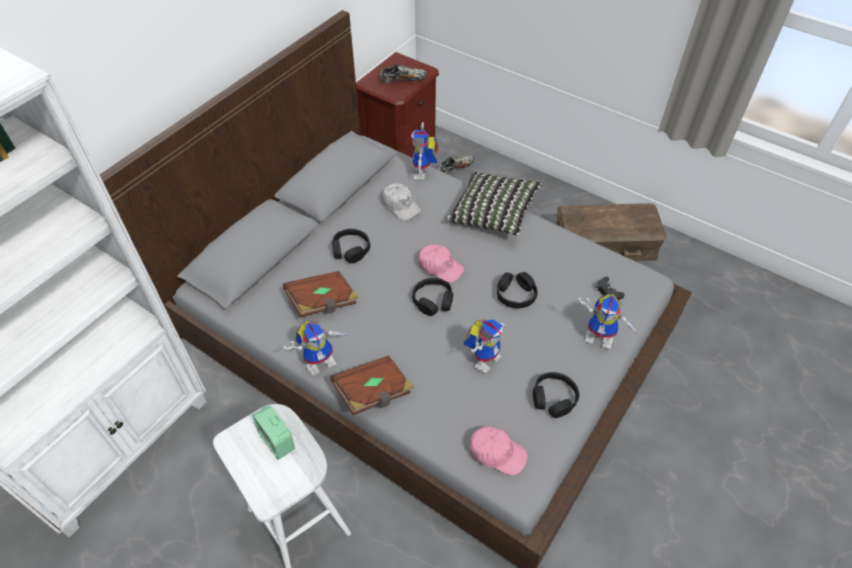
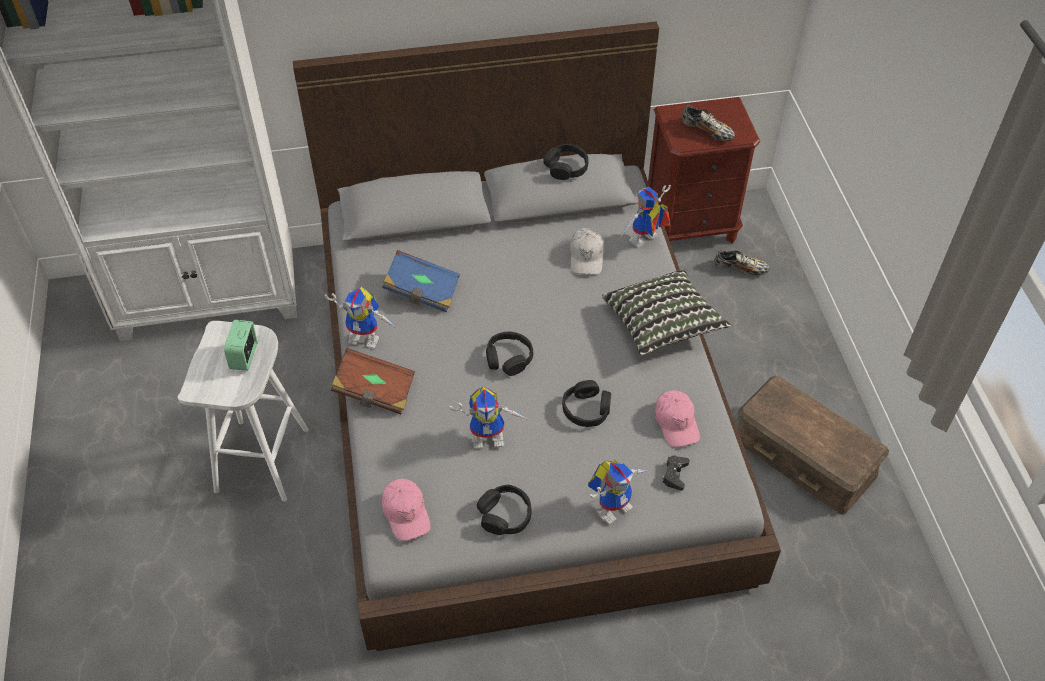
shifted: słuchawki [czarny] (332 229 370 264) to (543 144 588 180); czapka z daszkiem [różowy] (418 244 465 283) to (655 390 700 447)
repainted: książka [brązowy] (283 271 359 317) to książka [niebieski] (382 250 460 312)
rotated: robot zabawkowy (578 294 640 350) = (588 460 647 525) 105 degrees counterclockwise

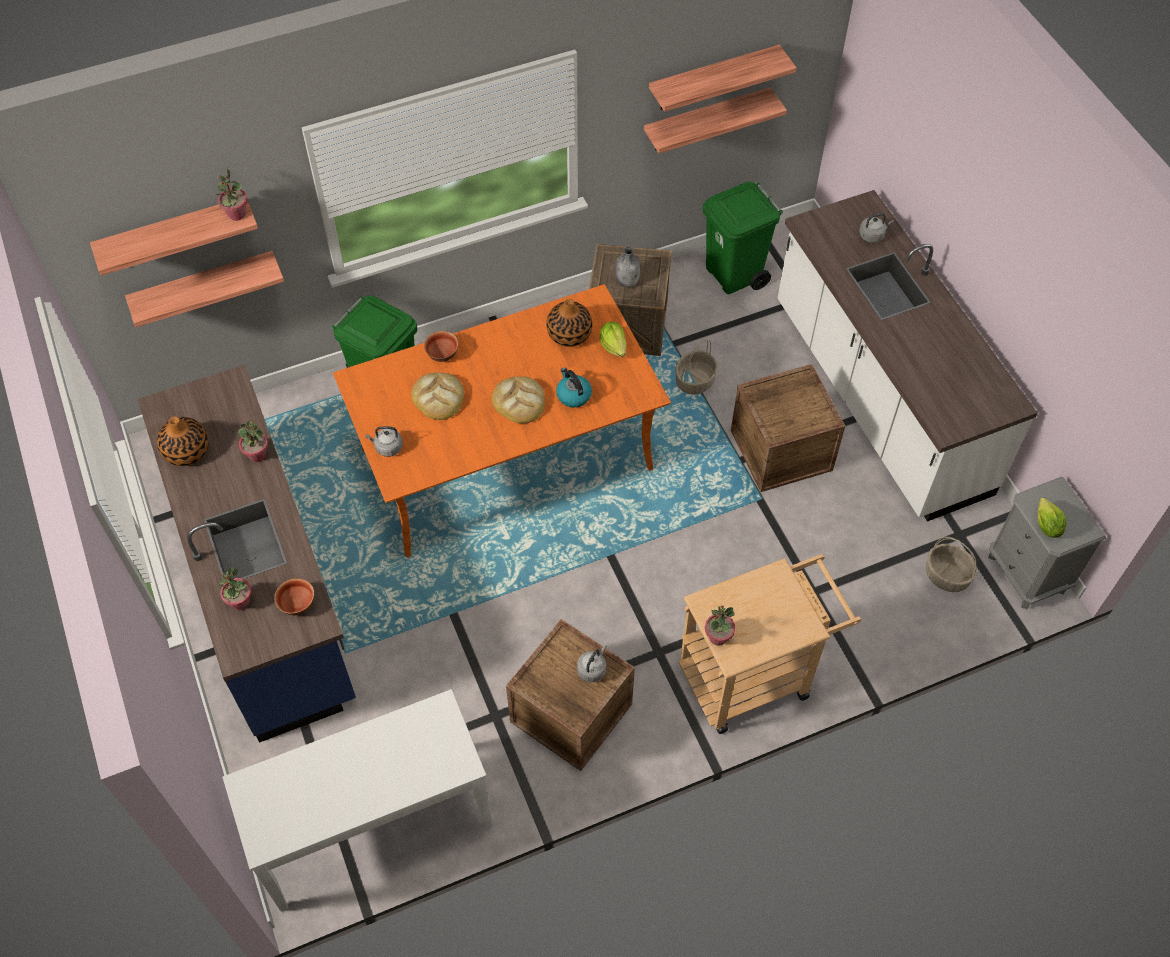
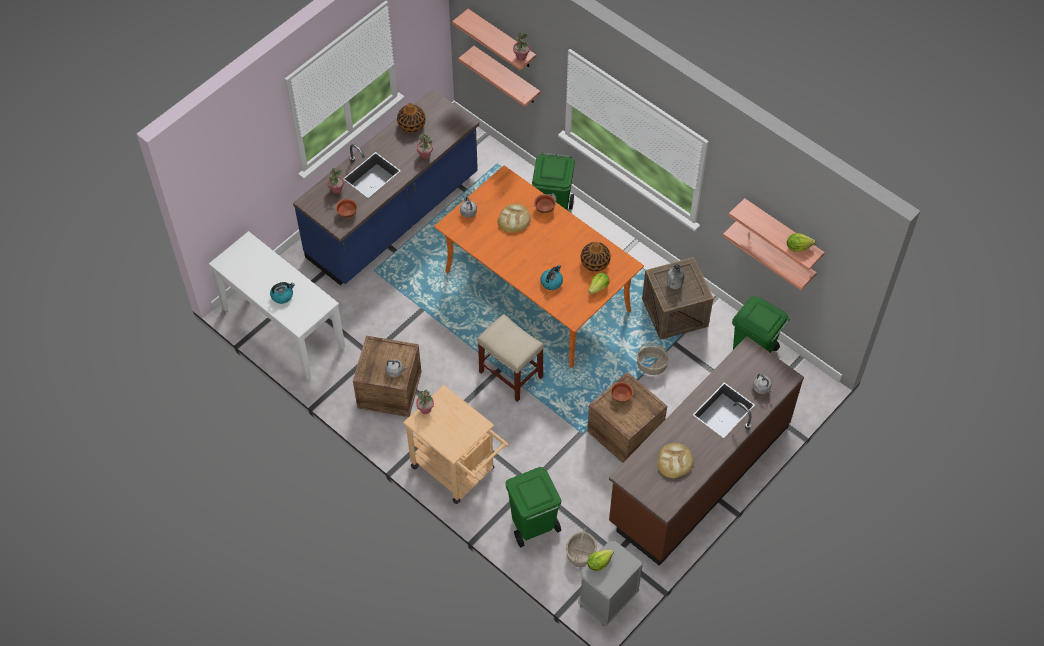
new: czajnik (270 282 295 304); stołek [beżowy] (477 314 544 402); kosz na śmieci [zielony] (506 467 561 547); miska (610 382 634 403); sałata (787 233 816 252)
shifted: chleb (492 376 545 423) to (657 443 694 478)
repainted: zabudowa kuchenna [biały] (778 190 1037 522) to zabudowa kuchenna [brązowy] (609 336 804 566)

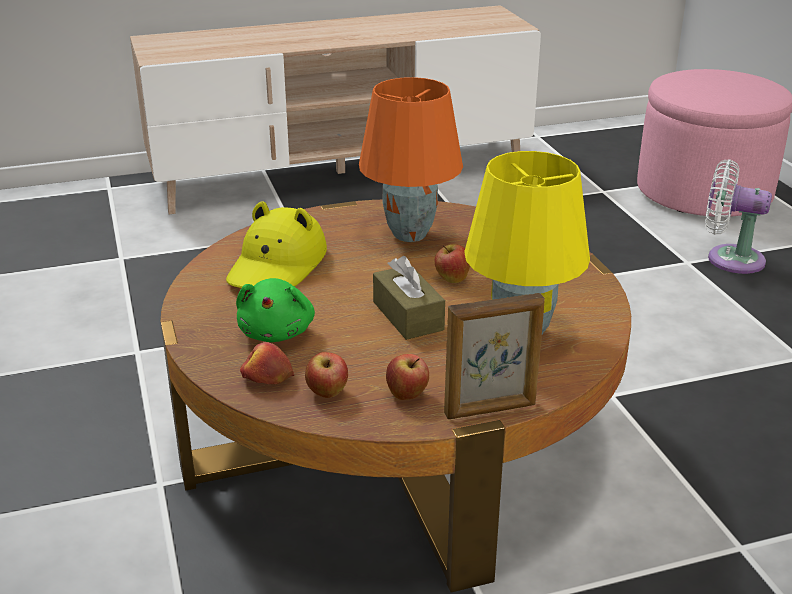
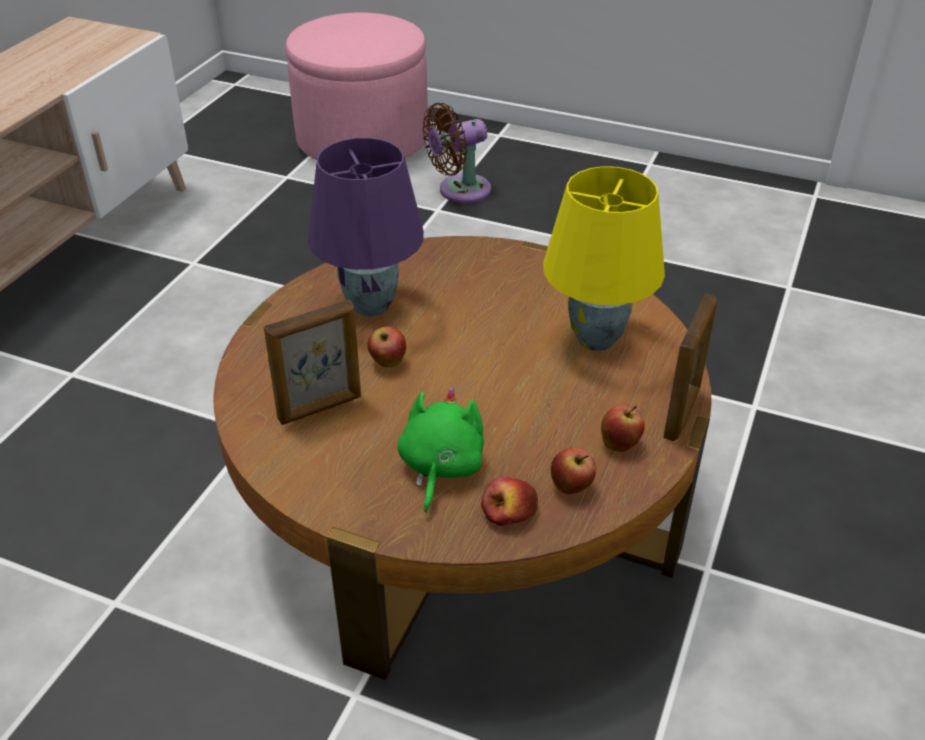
gone: pudełko chusteczek [brązowy] (373 256 445 340)
shifted: jabłko (435 244 470 283) to (368 326 406 367)
swapped: kapelusz [żółty] (226 201 327 288) to ramka na zdjęcie (264 300 361 425)
repainted: lampa stołowa [pomarańczowy] (359 77 463 242) to lampa stołowa [fioletowy] (308 138 424 317); wentylator [biały] (705 159 772 274) to wentylator [brązowy] (422 103 491 203)
rotated: pluszak [zielony] (236 278 315 342) = (398 388 484 513) 120 degrees counterclockwise

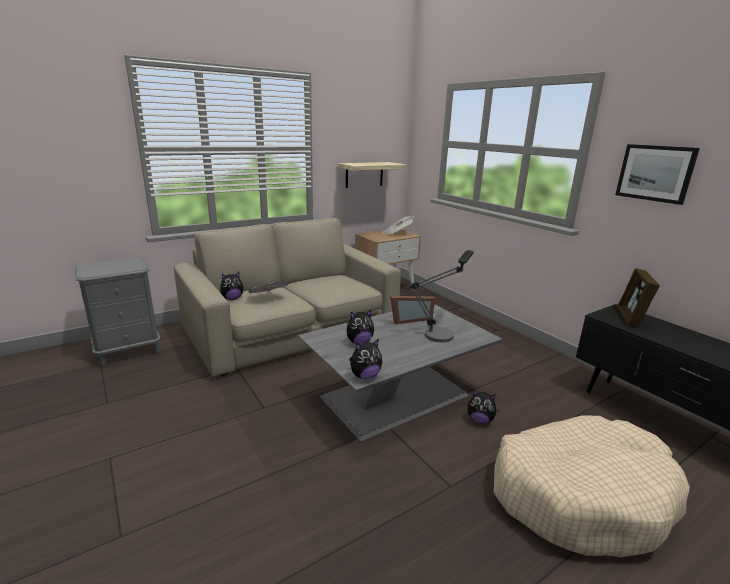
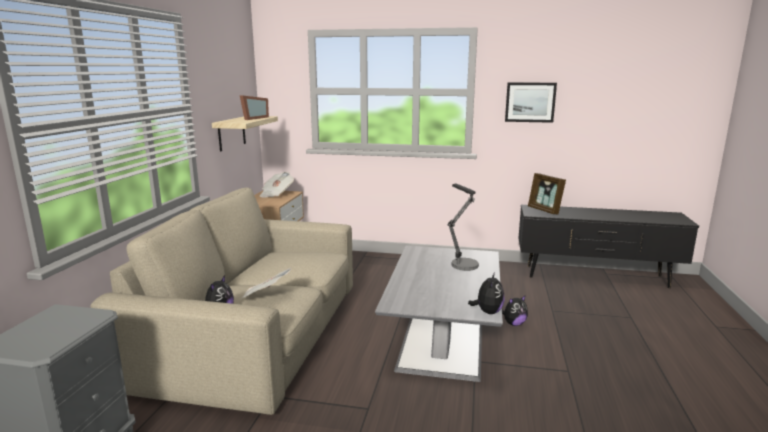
gone: pluszak (346 310 374 344); legowisko [beżowy] (494 415 690 557)
shifted: ramka na zdjęcie (390 296 435 324) to (240 95 269 120)

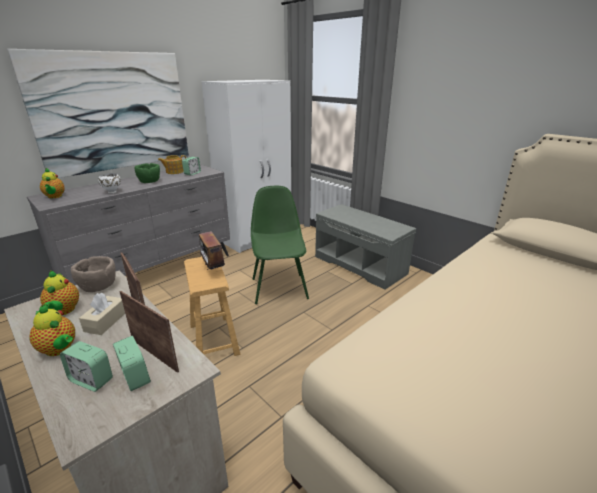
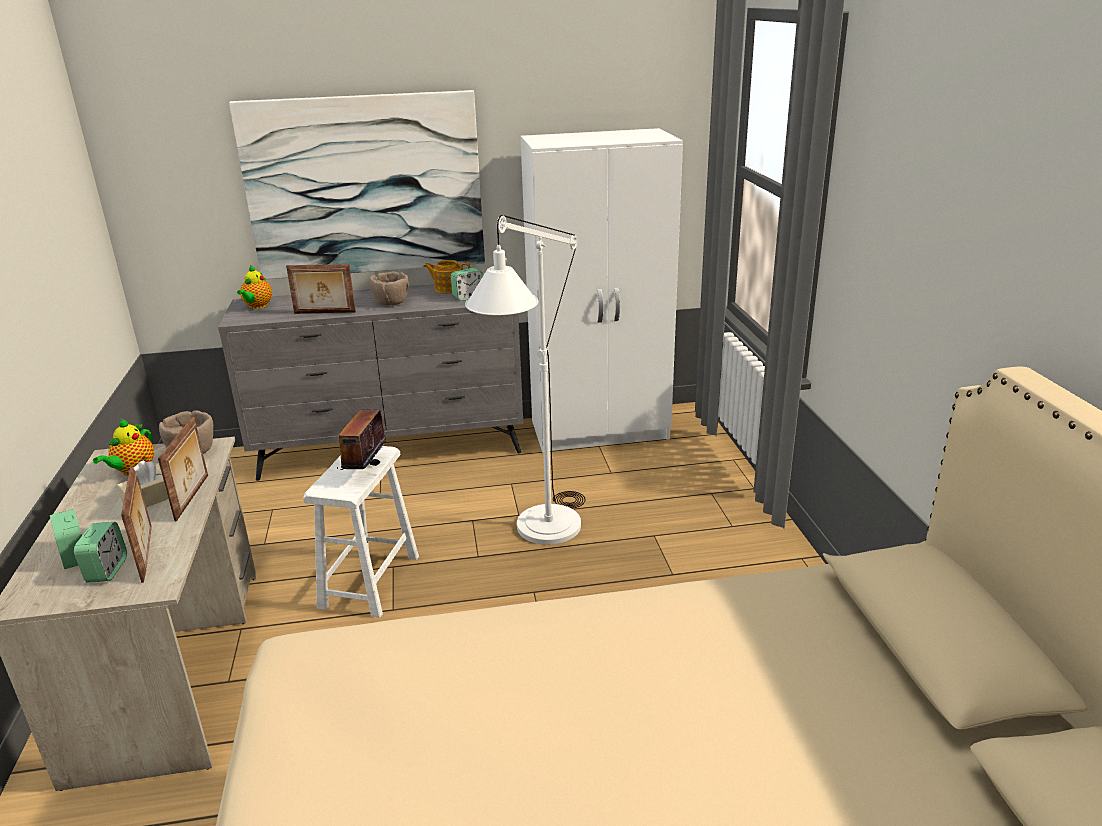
gone: imbryk (29 305 75 356); ławka [szary] (315 204 416 290)
swapped: miska [biały] (98 173 121 194) to ramka na zdjęcie (286 264 356 314); krzesło [zielony] (251 186 309 304) to lampa stojąca [biały] (465 215 586 545)
repainted: miska [zielony] (135 163 160 183) to miska [brązowy] (370 272 409 305); stołek [brązowy] (184 257 240 356) to stołek [biały] (303 446 419 618)

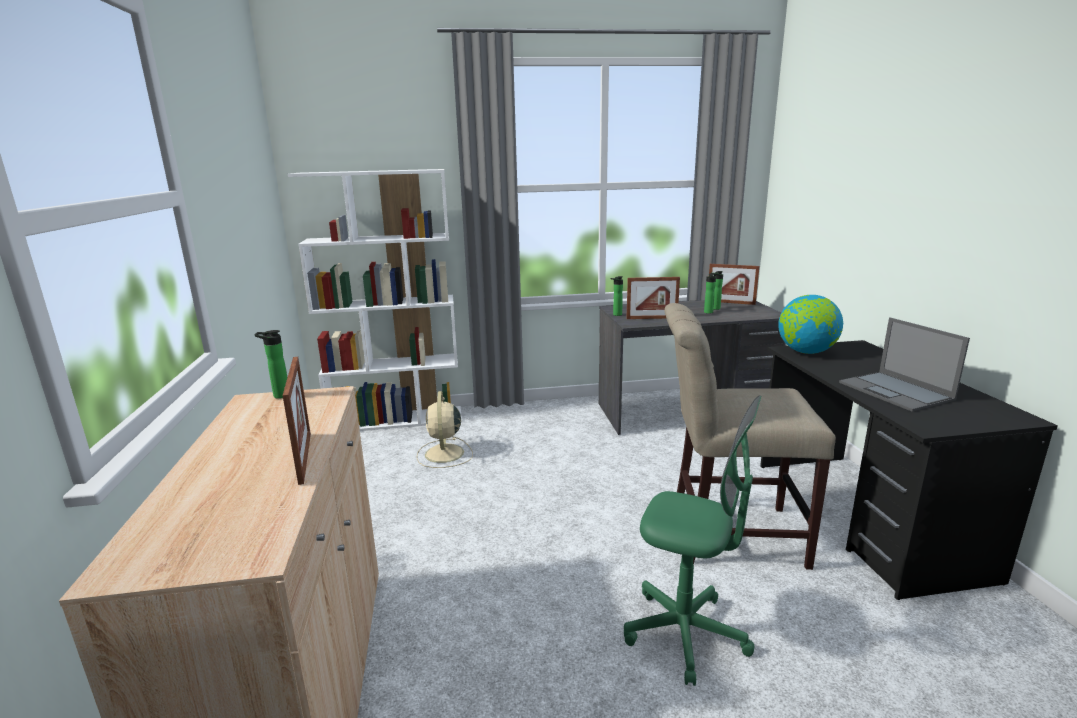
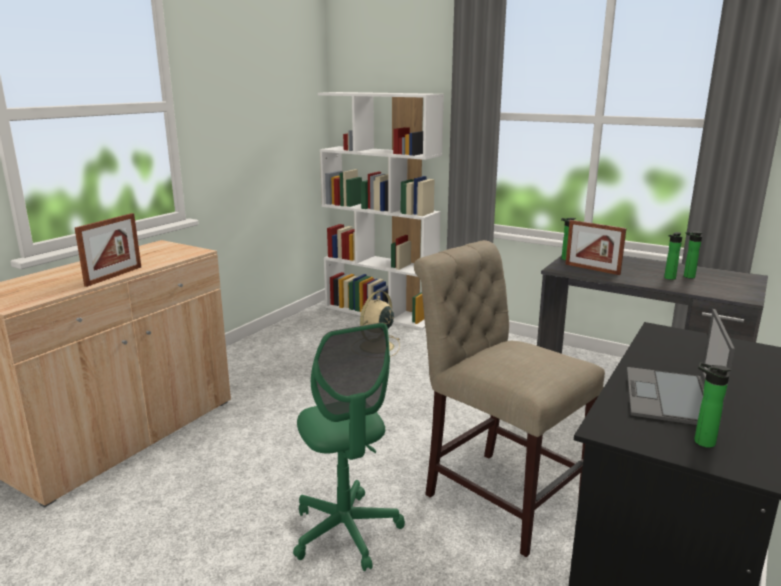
gone: ramka na zdjęcie (709 264 760 305); globus (778 295 843 354)
shifted: butelka (255 330 288 399) to (694 362 731 448)

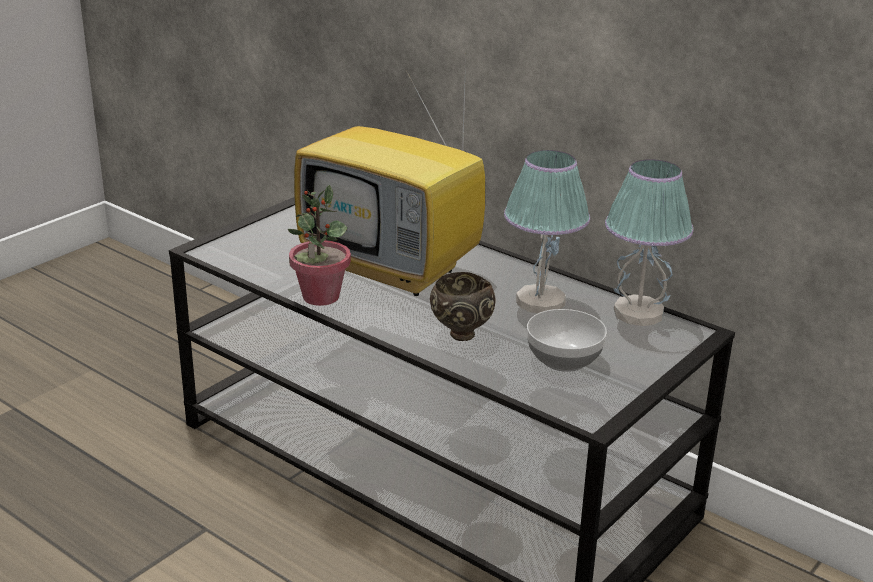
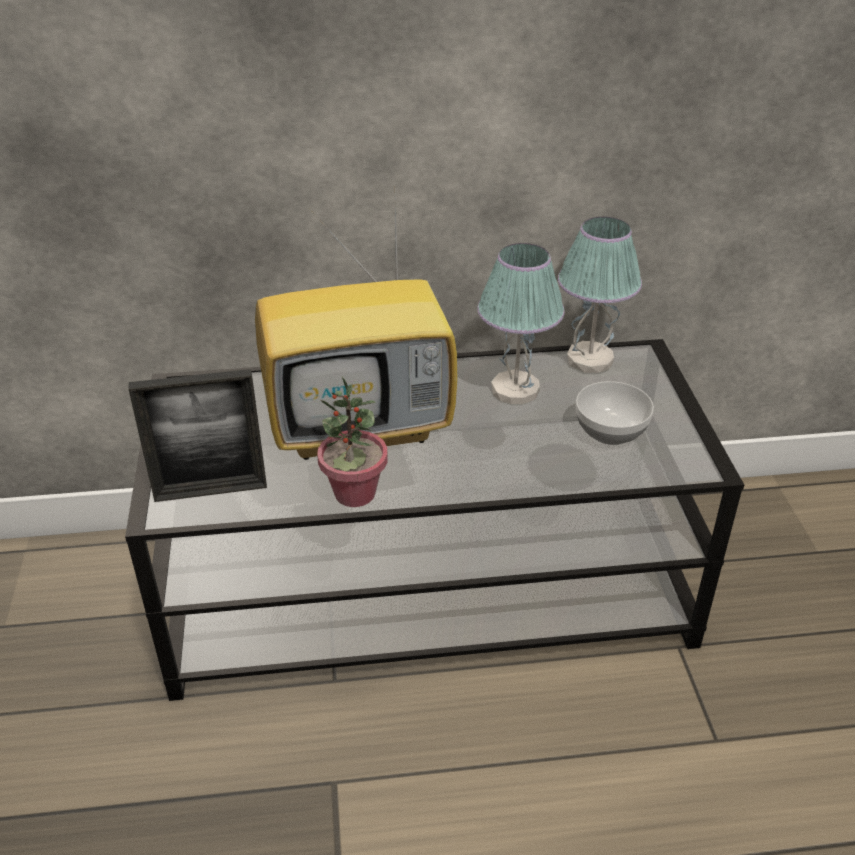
gone: miska [brązowy] (430 272 496 341)
new: ramka na zdjęcie (128 369 267 502)

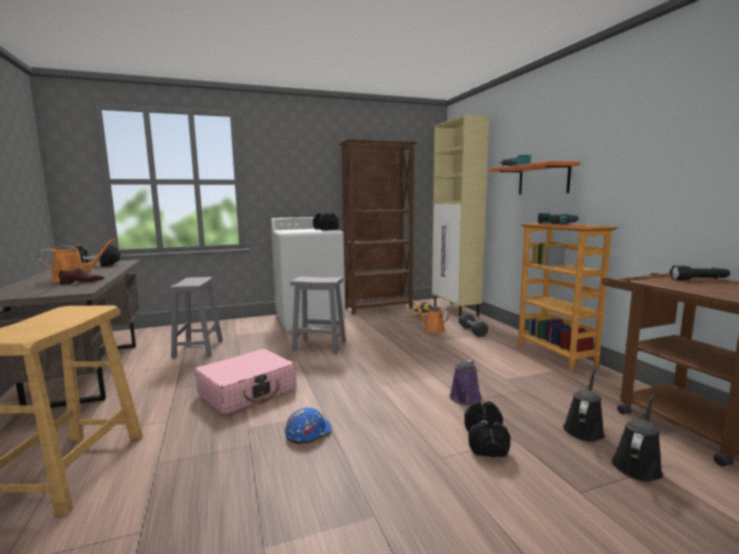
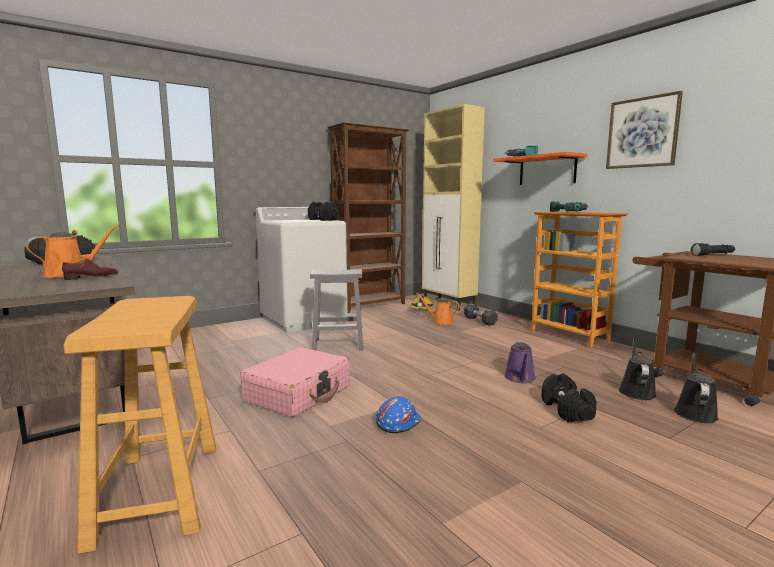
gone: stołek [szary] (170 277 223 359)
new: obraz (606 91 683 169)

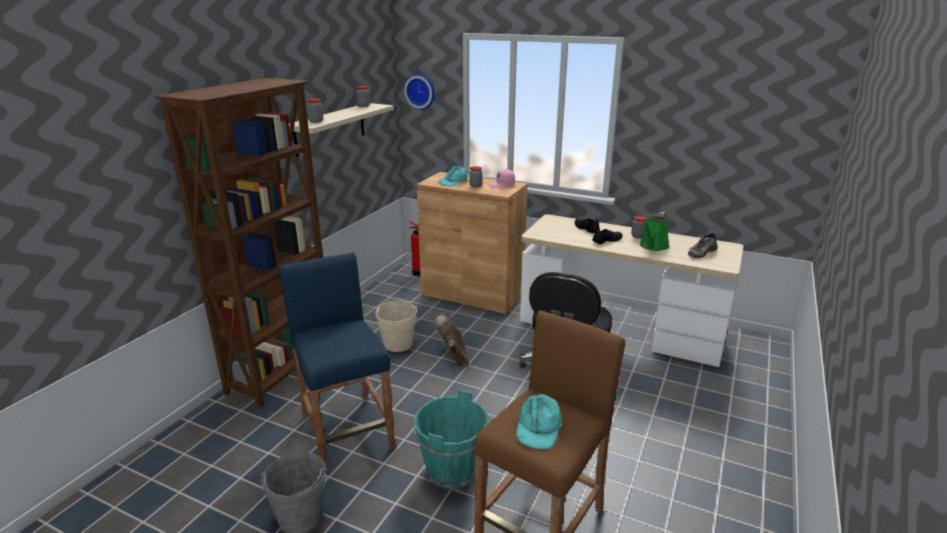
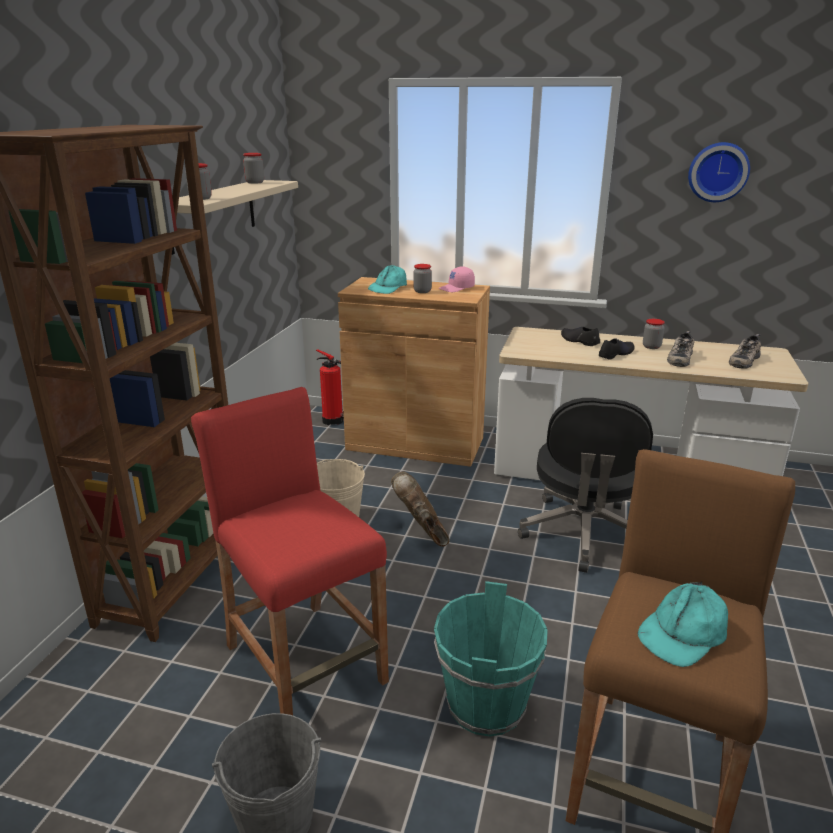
shifted: zegar ścienny (404 74 435 110) to (688 142 750 202)
swapped: konewka [zielony] (639 212 670 251) to but (667 331 695 367)
repainted: stołek [niebieski] (278 252 395 468) to stołek [czerwony] (191 387 389 715)
rotated: czapka z daszkiem [turkusowy] (516 393 562 449) = (638 582 728 667) 45 degrees clockwise

